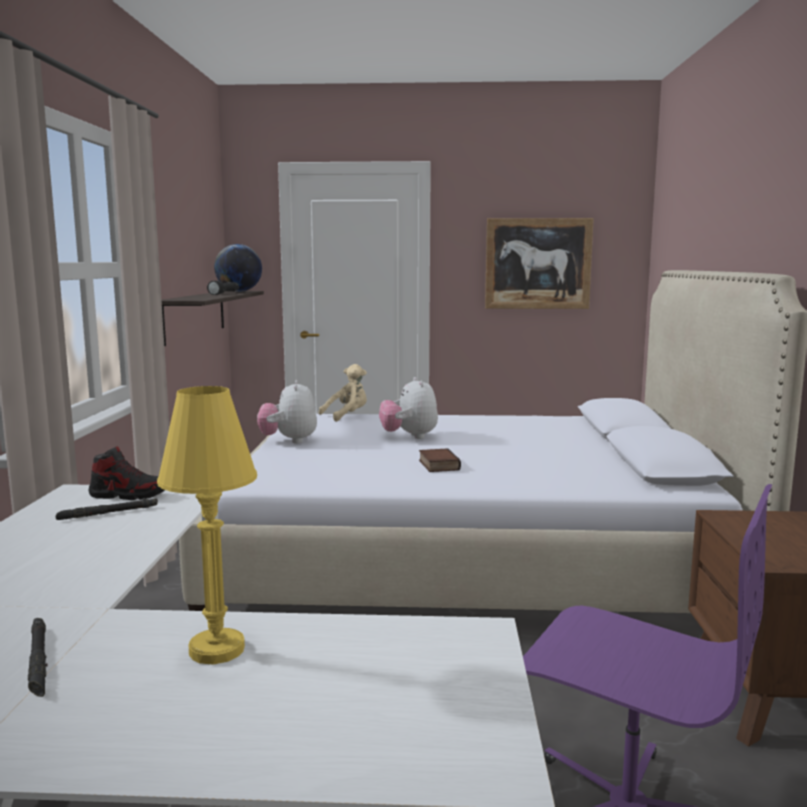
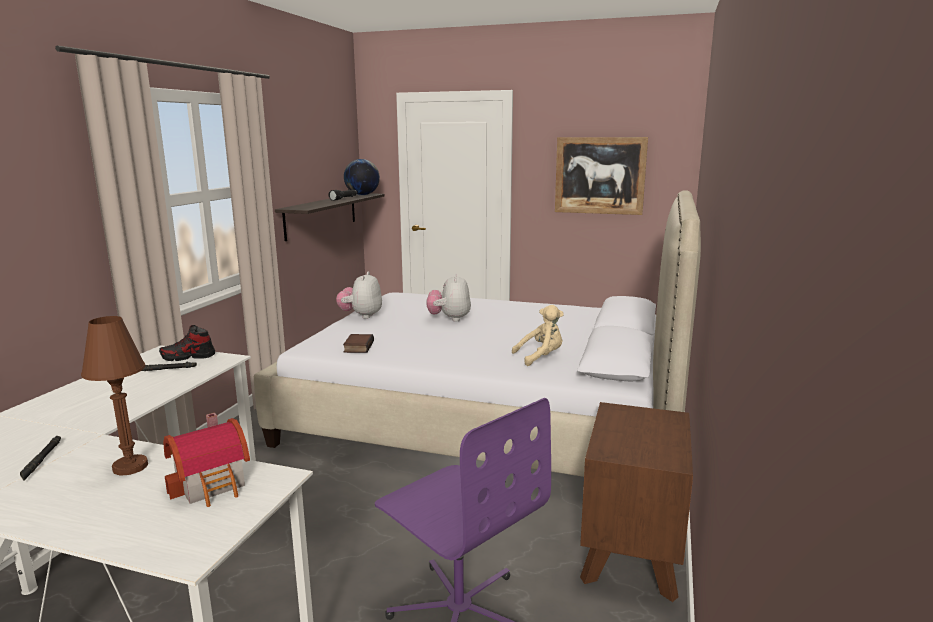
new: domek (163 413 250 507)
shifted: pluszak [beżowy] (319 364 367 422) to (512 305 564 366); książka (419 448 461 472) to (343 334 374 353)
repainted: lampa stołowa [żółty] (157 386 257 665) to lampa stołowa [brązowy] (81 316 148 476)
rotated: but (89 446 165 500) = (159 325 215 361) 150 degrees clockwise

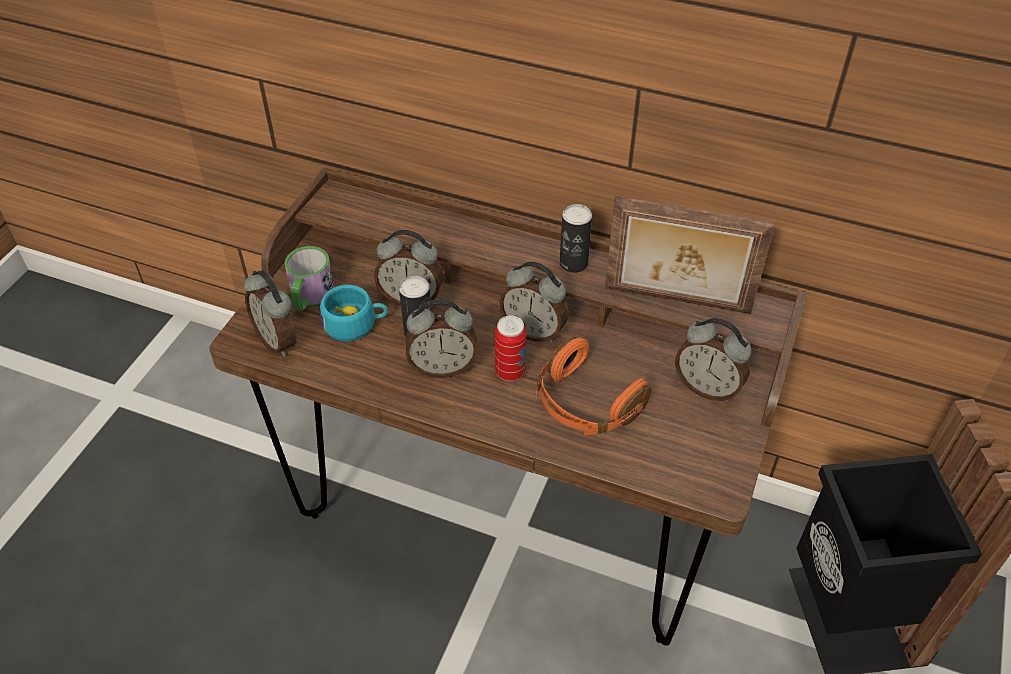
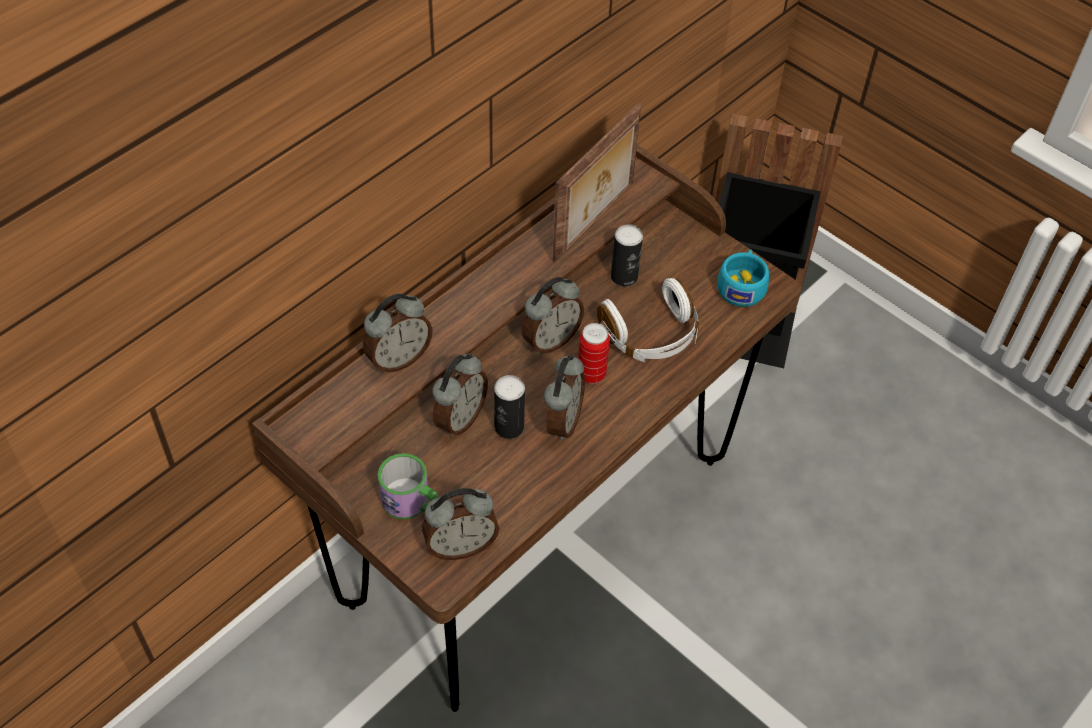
shifted: filiżanka [turkusowy] (320 285 388 341) to (717 249 769 307); puszka (560 204 592 273) to (611 225 643 287); budzik (675 318 752 402) to (363 294 433 373)
repainted: słuchawki [pomarańczowy] (536 337 651 435) to słuchawki [biały] (597 278 699 362)

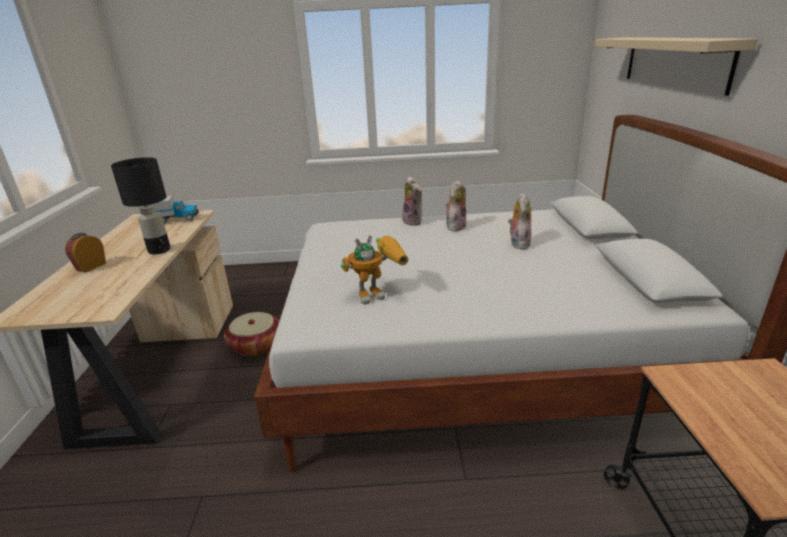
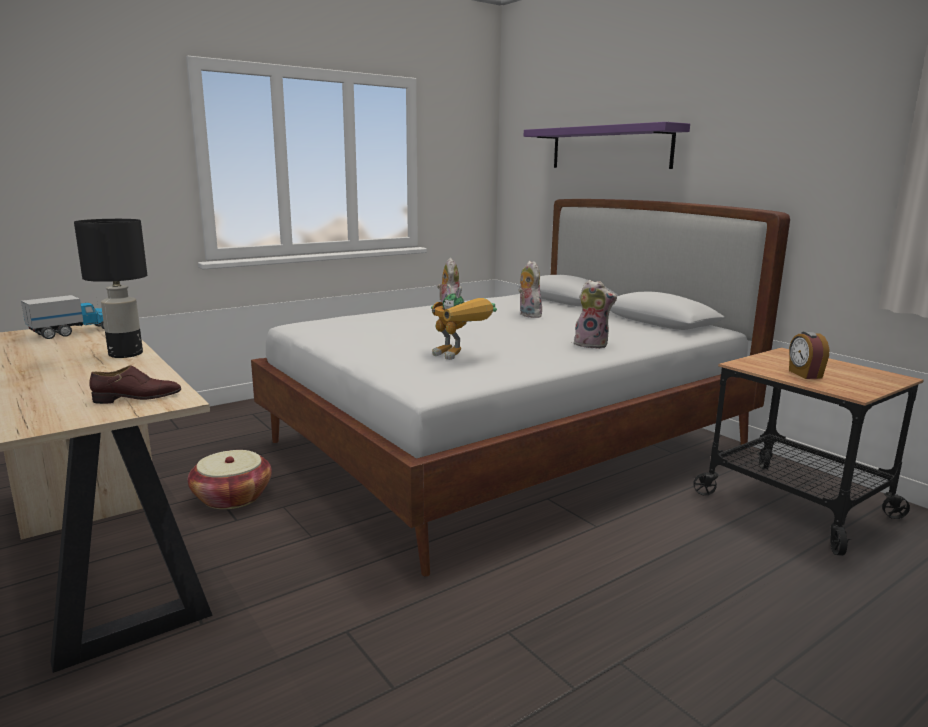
new: but [brązowy] (89 365 181 404)
shifted: budzik (65 233 106 273) to (789 331 829 379); pluszak (402 176 422 226) to (574 280 617 349)
repainted: półka [beżowy] (594 37 758 96) to półka [fioletowy] (524 122 690 169)
rotated: robot zabawkowy (340 235 409 305) = (431 284 497 360) 105 degrees clockwise

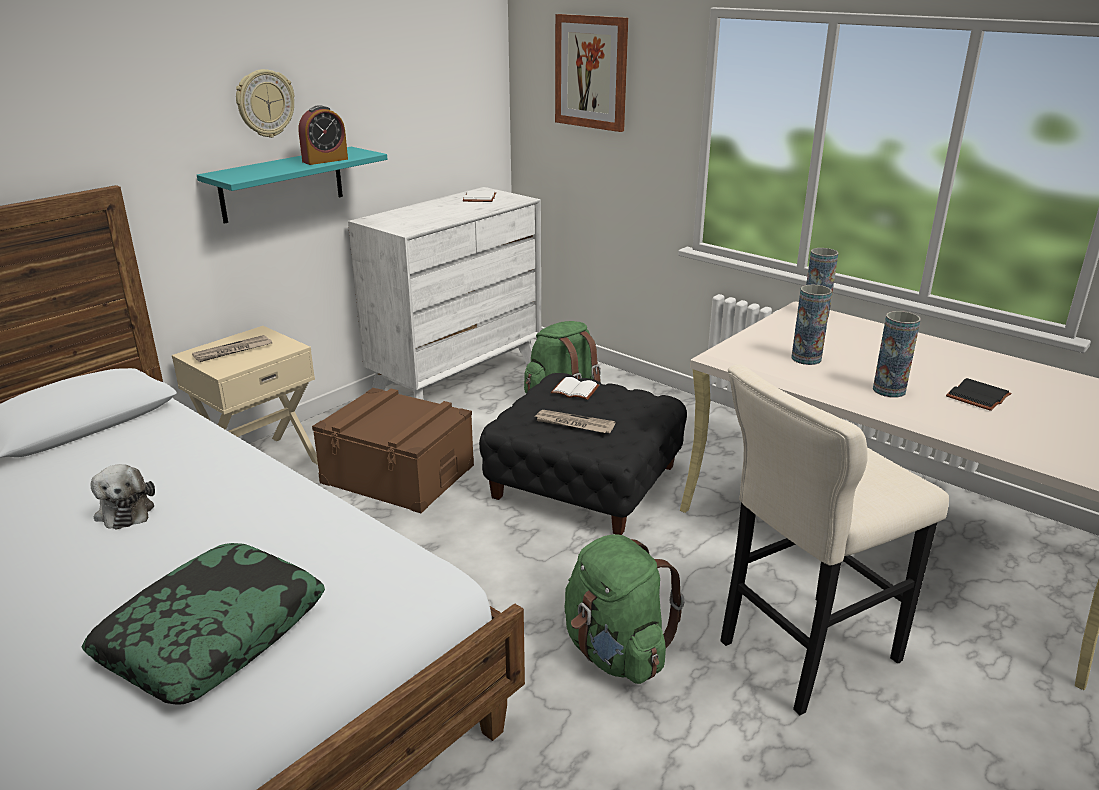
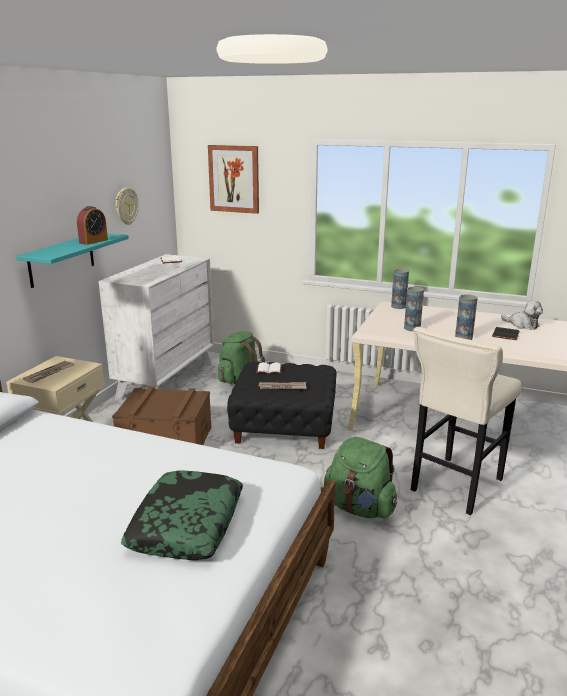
shifted: pluszak (90 464 155 530) to (501 300 543 330); zegar ścienny (236 69 294 138) to (116 188 139 225)

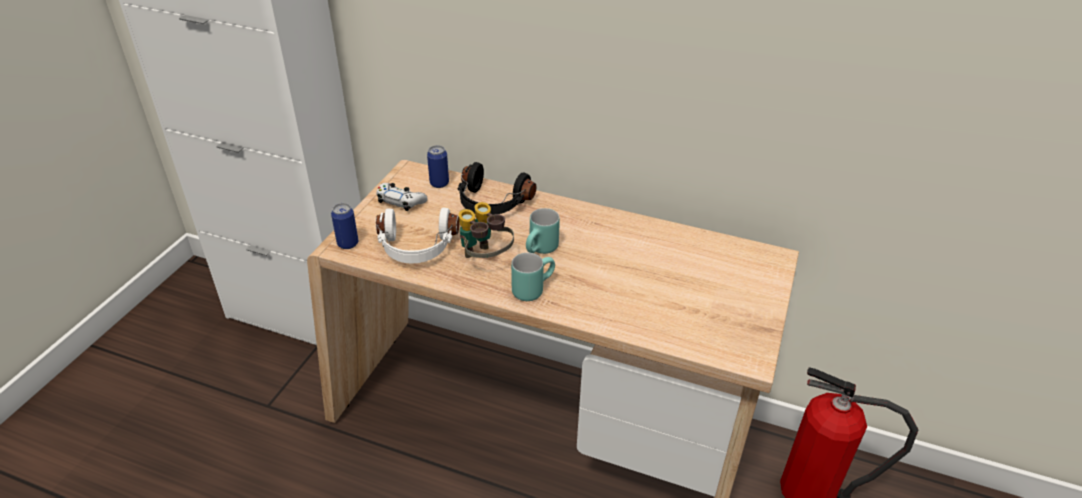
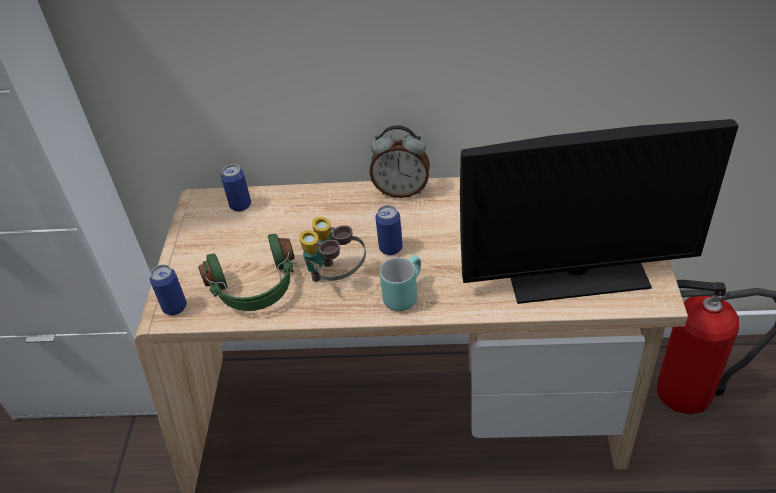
gone: pad do gier [biały] (376 183 428 211); słuchawki [czarny] (458 162 536 215)
new: budzik (370 125 430 198); monitor (460 119 738 304)
swapped: kubek [turkusowy] (526 208 560 254) to puszka (375 205 403 255)
repainted: słuchawki [biały] (376 208 459 264) to słuchawki [zielony] (198 234 294 311)

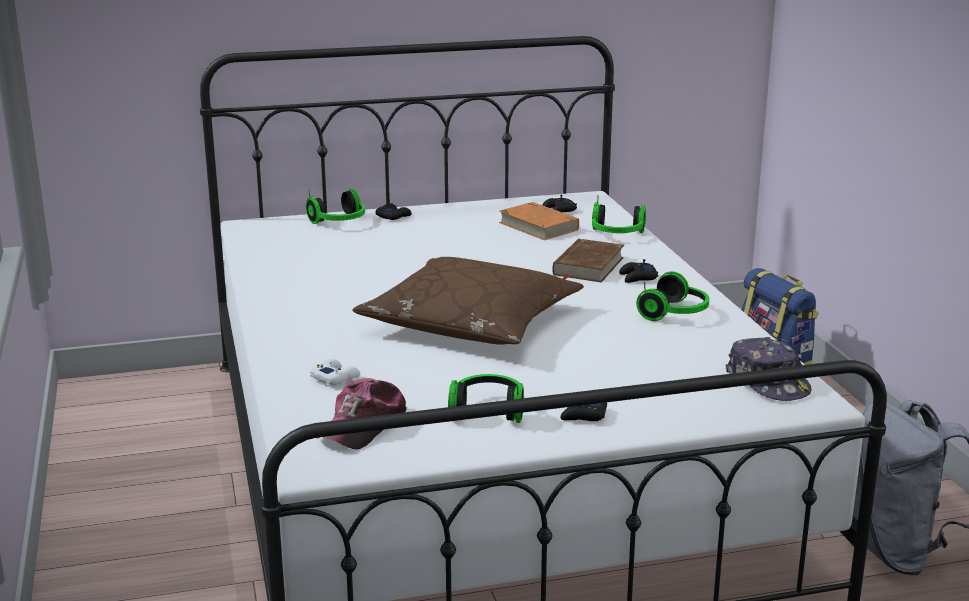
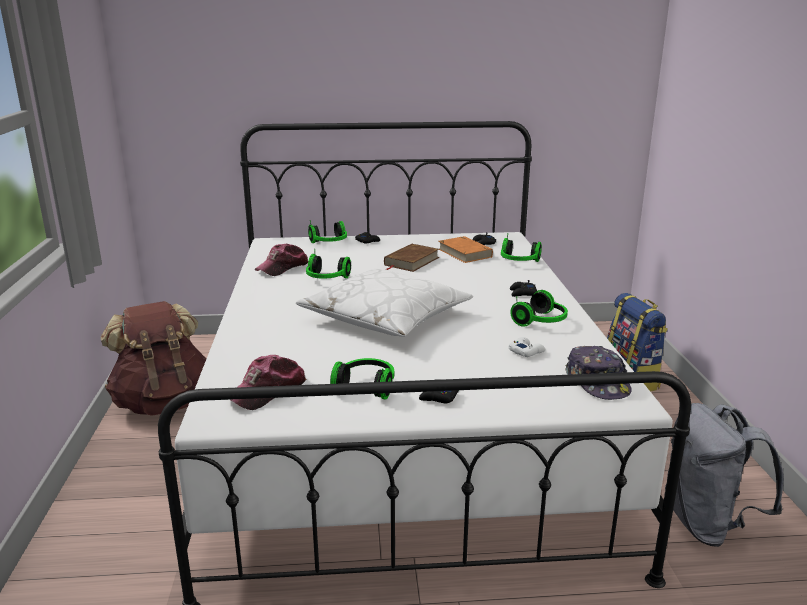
new: plecak [brązowy] (101 301 207 416); czapka z daszkiem (255 244 308 276); słuchawki (306 250 351 279)
shifted: pad do gier [biały] (310 358 360 385) to (509 337 545 357); książka [brązowy] (552 239 624 282) to (384 244 439 272)
repainted: poduszka [brązowy] (352 257 584 345) to poduszka [biały] (296 269 473 337)

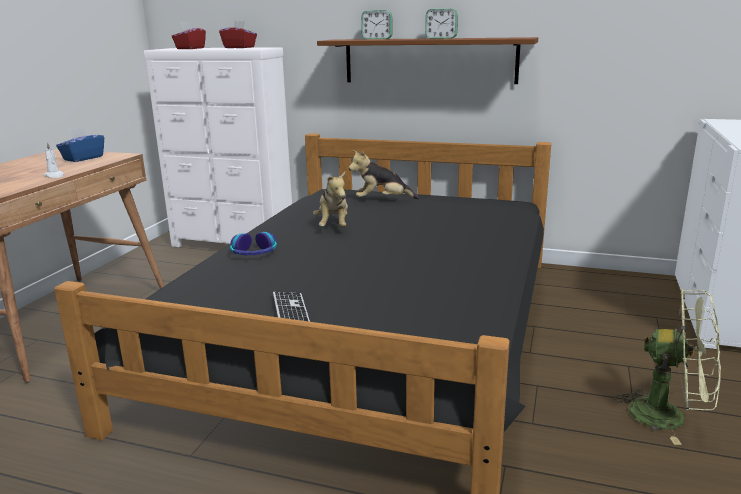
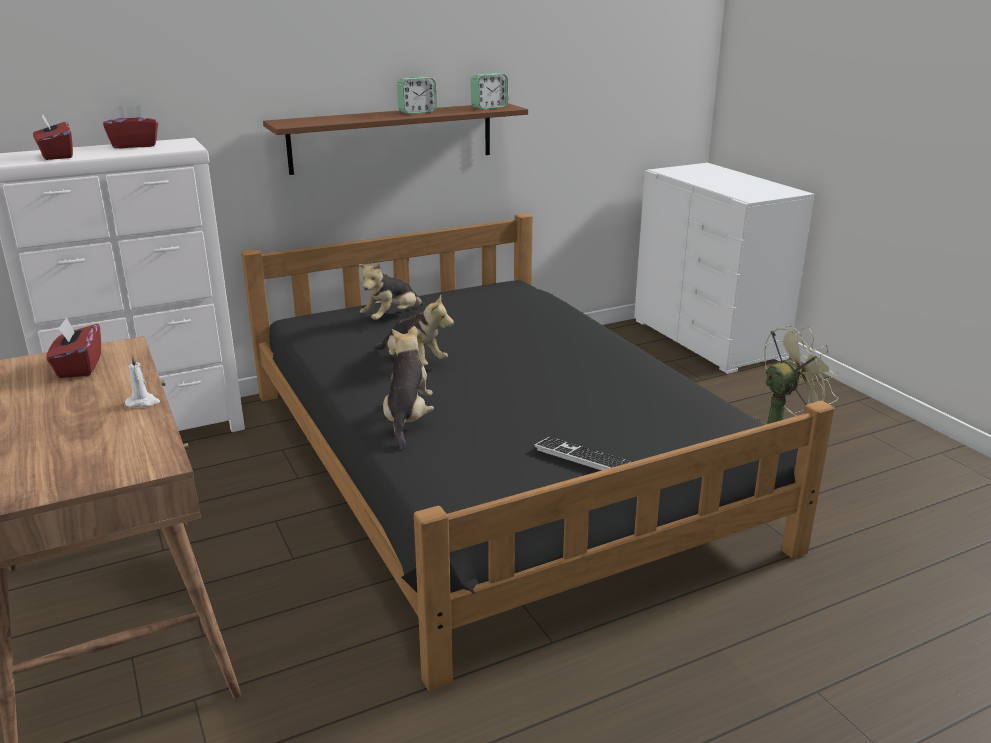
shifted: budzik (362 10 392 39) to (471 73 508 110)
swapped: słuchawki (230 232 277 255) to pluszak (383 326 434 449)
repainted: pudełko chusteczek [niebieski] (56 126 104 162) to pudełko chusteczek [czerwony] (46 317 101 378)

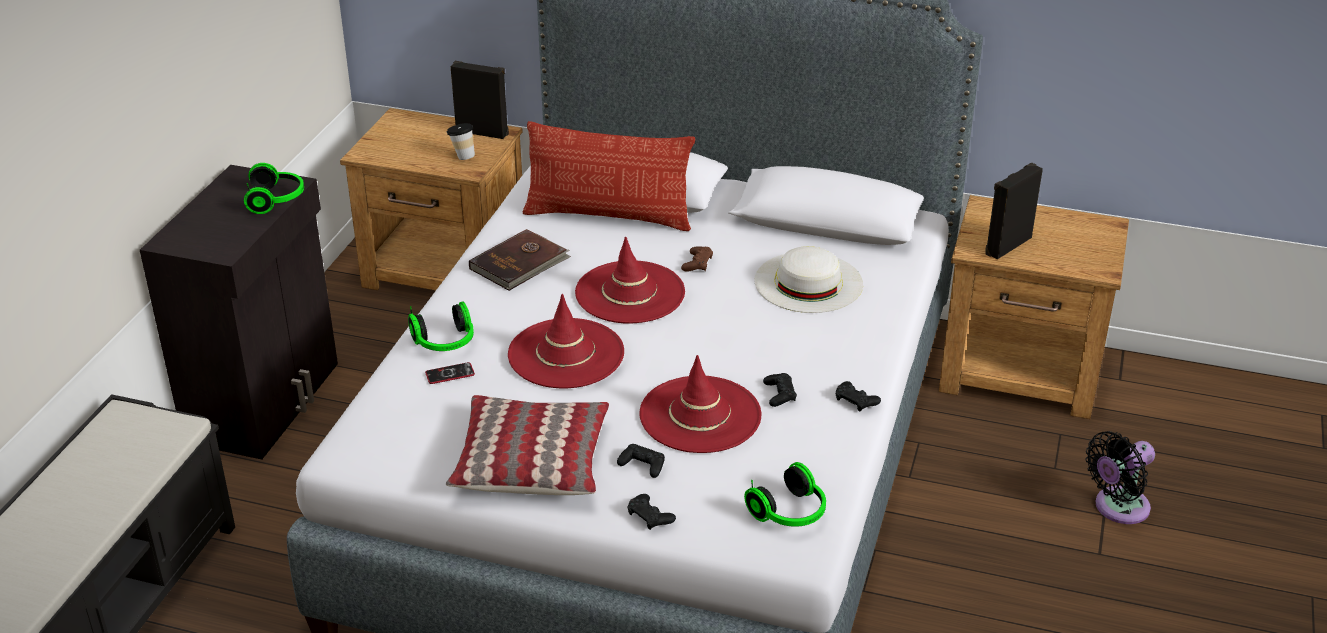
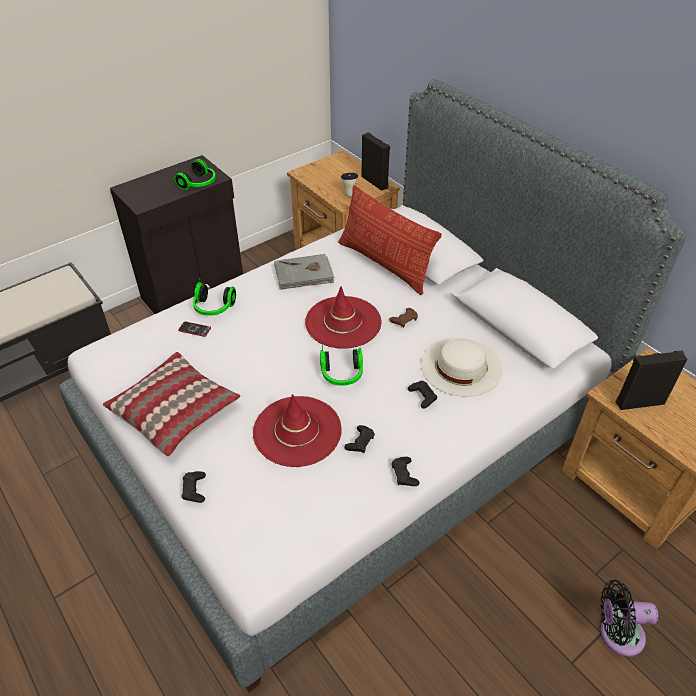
gone: kapelusz [czerwony] (508 294 624 388)
shifted: pad do gier [czarny] (617 444 665 478) to (408 381 437 409); słuchawki (744 462 826 527) to (320 346 363 386)
repainted: książka [brązowy] (469 229 571 291) to książka [szary] (274 254 335 290)

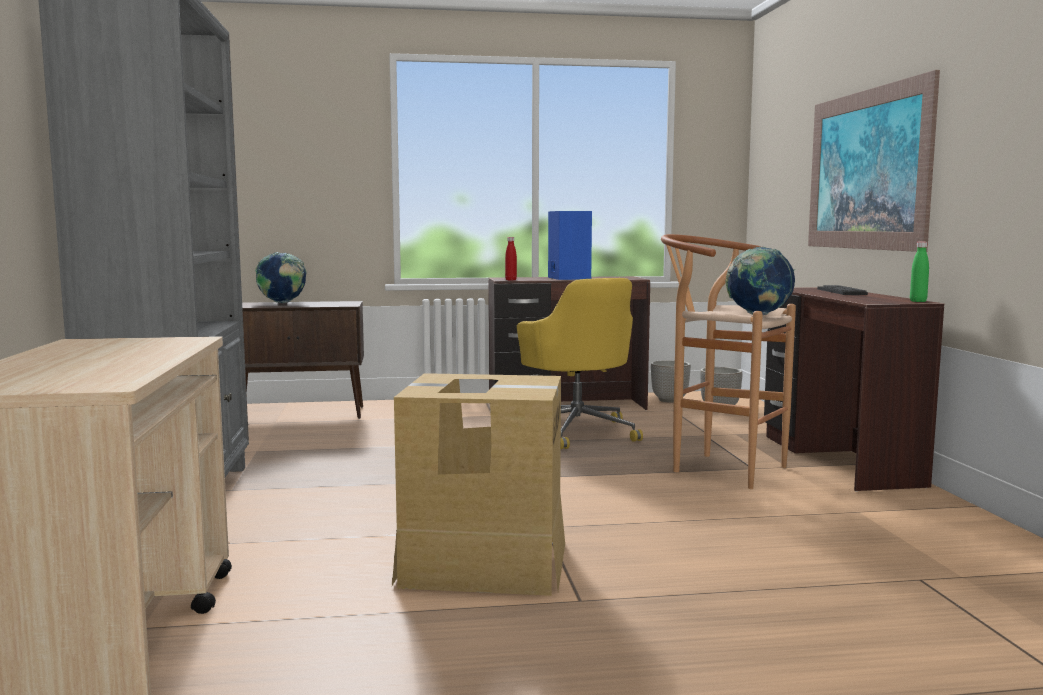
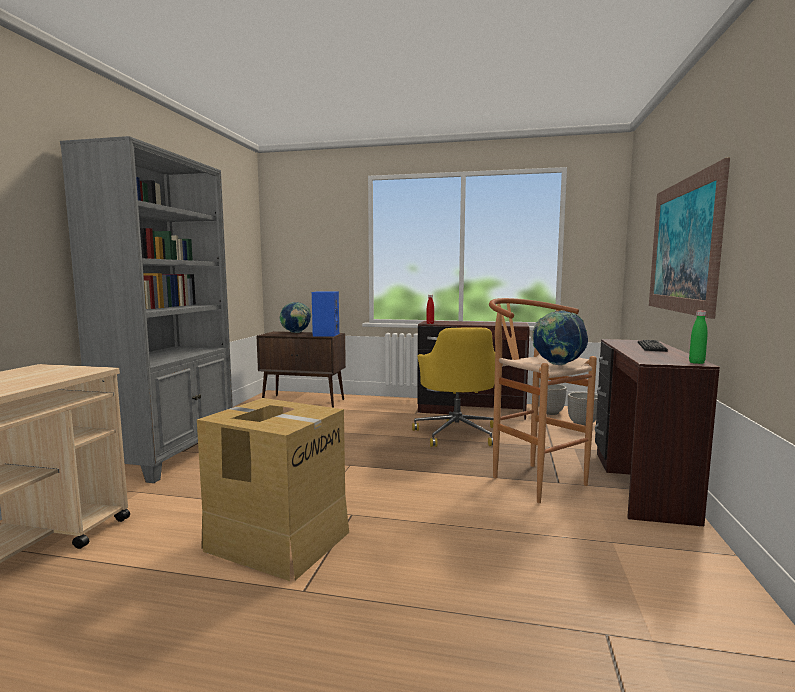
shifted: głośnik [niebieski] (548 211 592 280) to (312 291 339 337)

